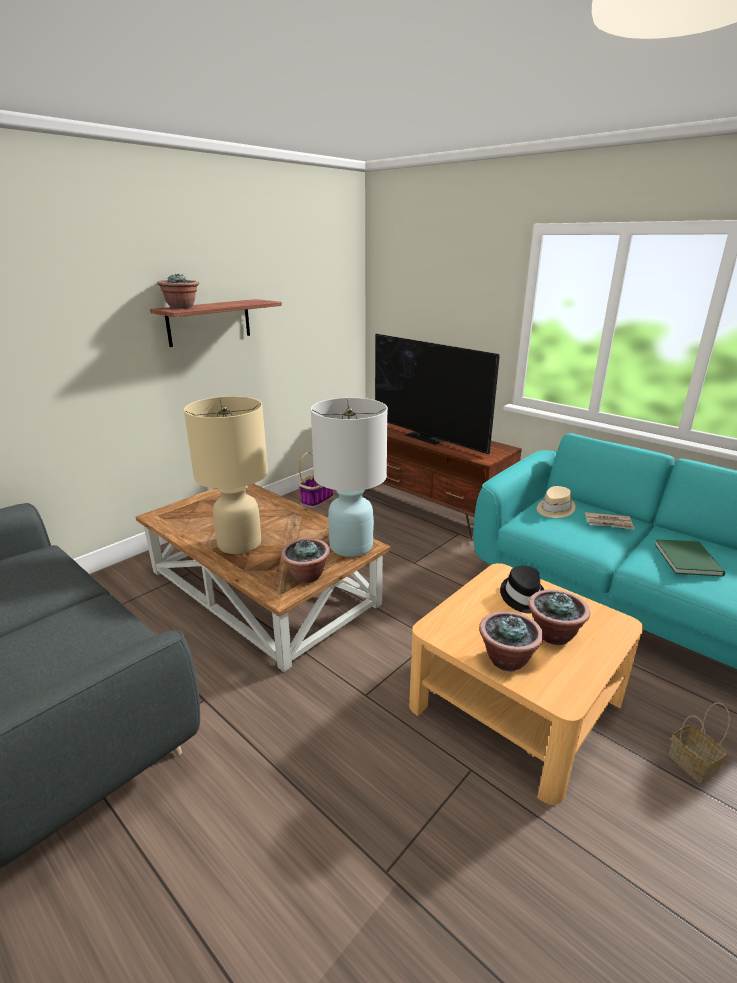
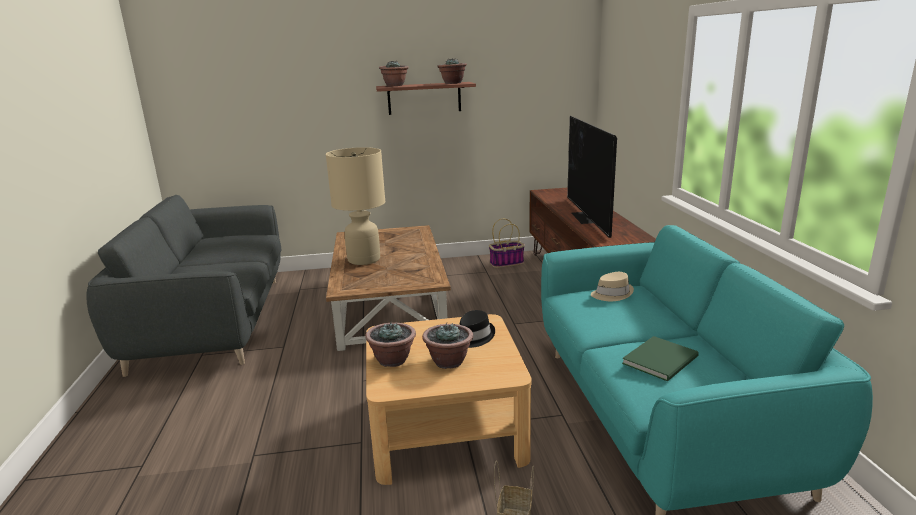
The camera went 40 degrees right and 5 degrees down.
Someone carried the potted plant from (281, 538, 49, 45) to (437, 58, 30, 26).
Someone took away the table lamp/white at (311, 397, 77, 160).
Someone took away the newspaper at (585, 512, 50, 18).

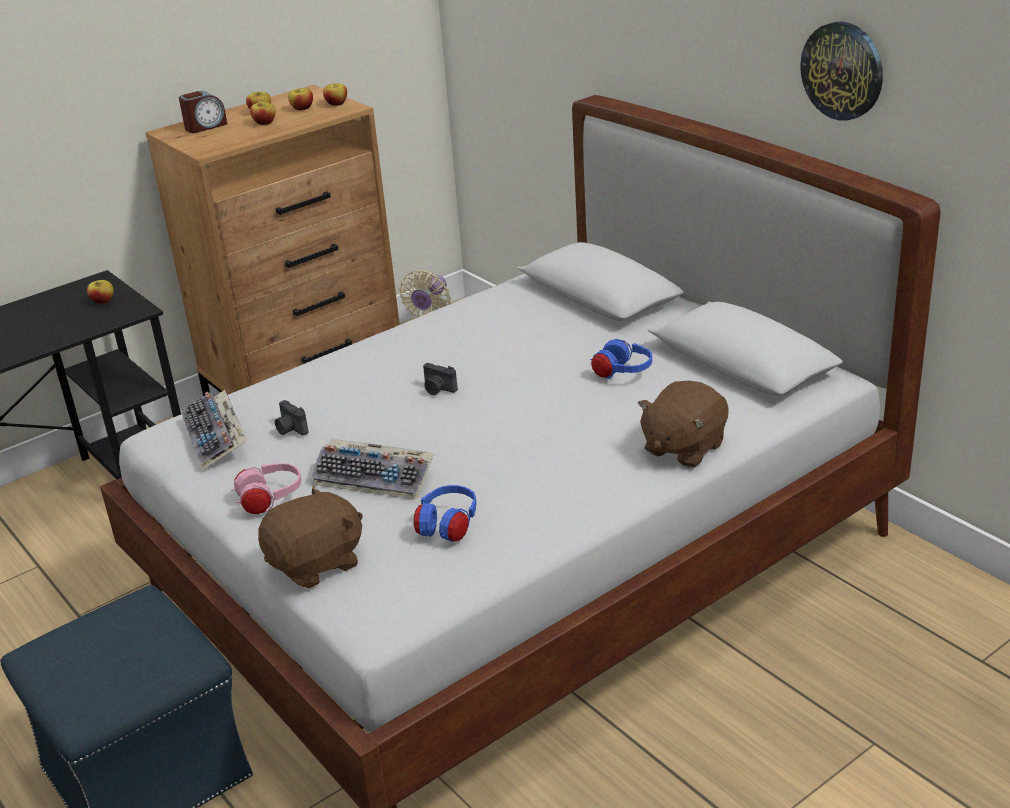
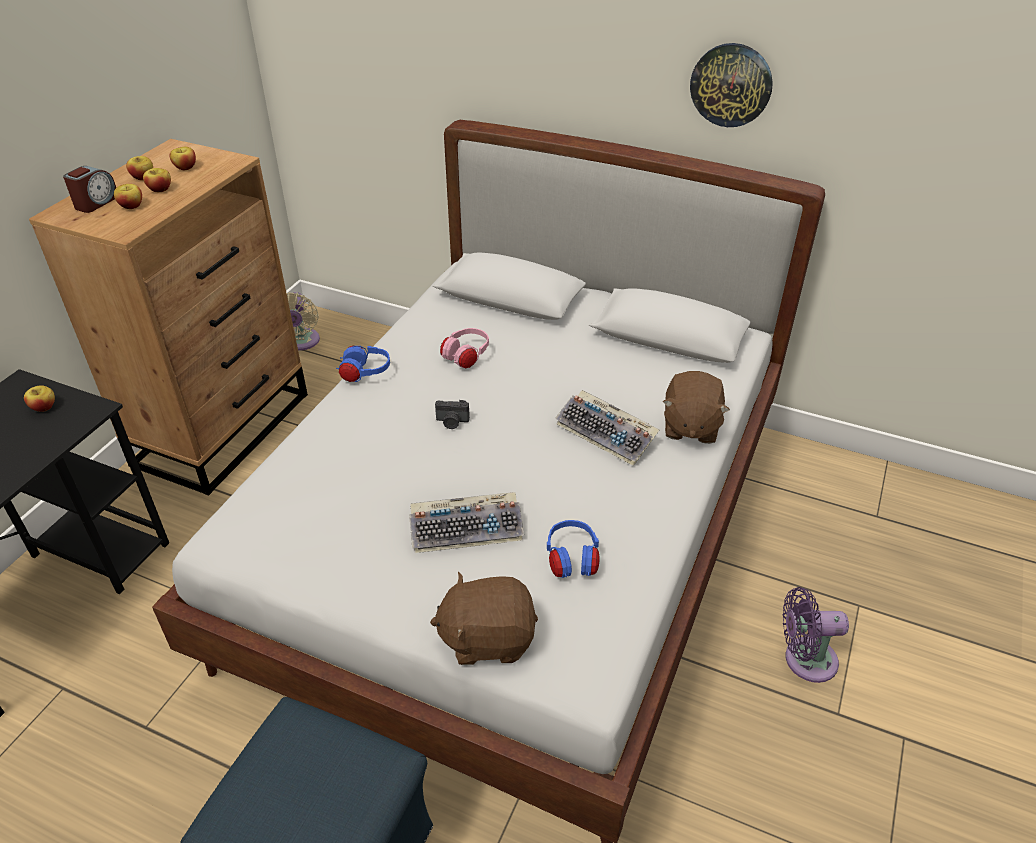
The camera went 30 degrees left and 10 degrees up.
Someone carried the apple from (323, 83, 24, 23) to (114, 184, 28, 25).
Someone carried the headphones/blue from (590, 339, 62, 40) to (336, 345, 54, 37).
Someone rotated the plush toy/brown at (258, 485, 105, 103) by 120 degrees counterclockwise.
Someone carried the headphones/pink from (231, 463, 70, 51) to (440, 328, 49, 40).
Someone carried the keyboard from (181, 390, 66, 80) to (555, 390, 104, 76).
Someone put down the fan/purple at (783, 587, 66, 96).
Someone took away the photo camera at (275, 400, 34, 35).

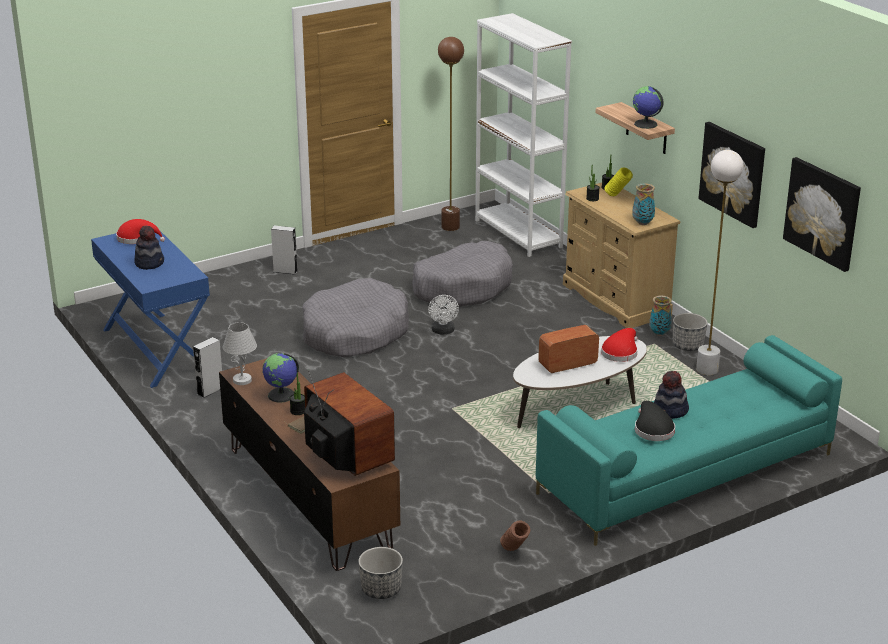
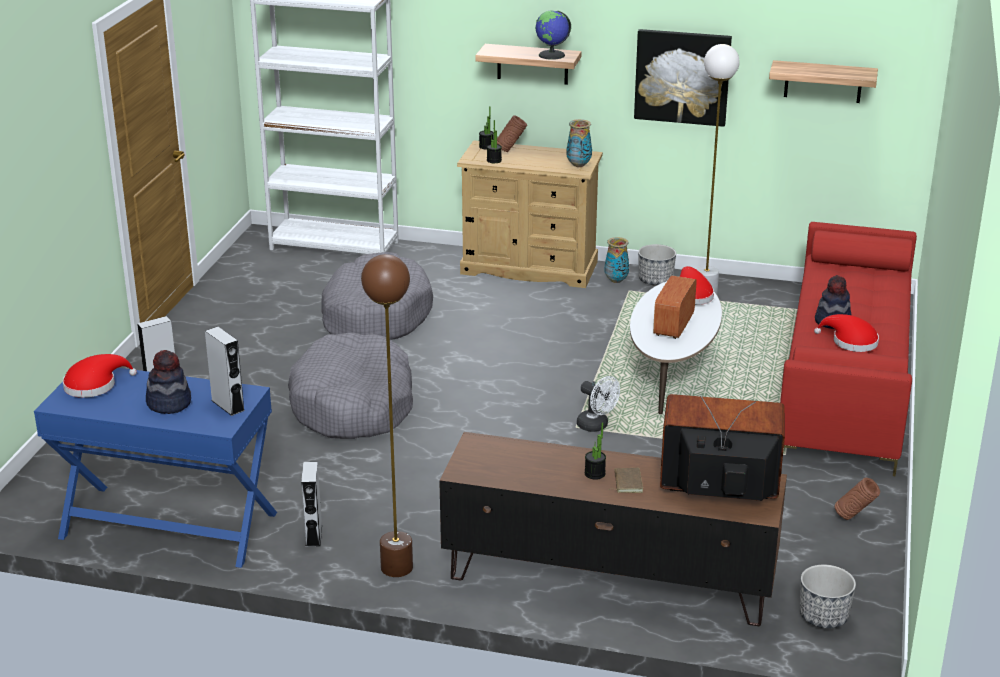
The camera went 45 degrees left and 0 degrees up.
Someone put down the speaker/grey at (205, 326, 40, 90).
Someone carried the floor lamp/brown from (438, 37, 26, 194) to (361, 254, 52, 323).
Someone repainted the vase/yellow at (604, 167, 29, 29), which became the vase/brown at (497, 115, 30, 37).
Someone carried the fan/white from (428, 295, 31, 39) to (577, 376, 43, 56).
Someone swapped the picture at (783, 157, 78, 115) for the shelf at (769, 60, 109, 43).
Someone repainted the sofa/turquoise at (536, 335, 306, 211), which became the sofa/red at (780, 222, 137, 254).
Someone repainted the hat/black at (635, 401, 40, 40), which became the hat/red at (814, 314, 65, 38).
Someone took away the table lamp/white at (223, 322, 34, 63).
Someone took away the globe at (262, 353, 37, 49).

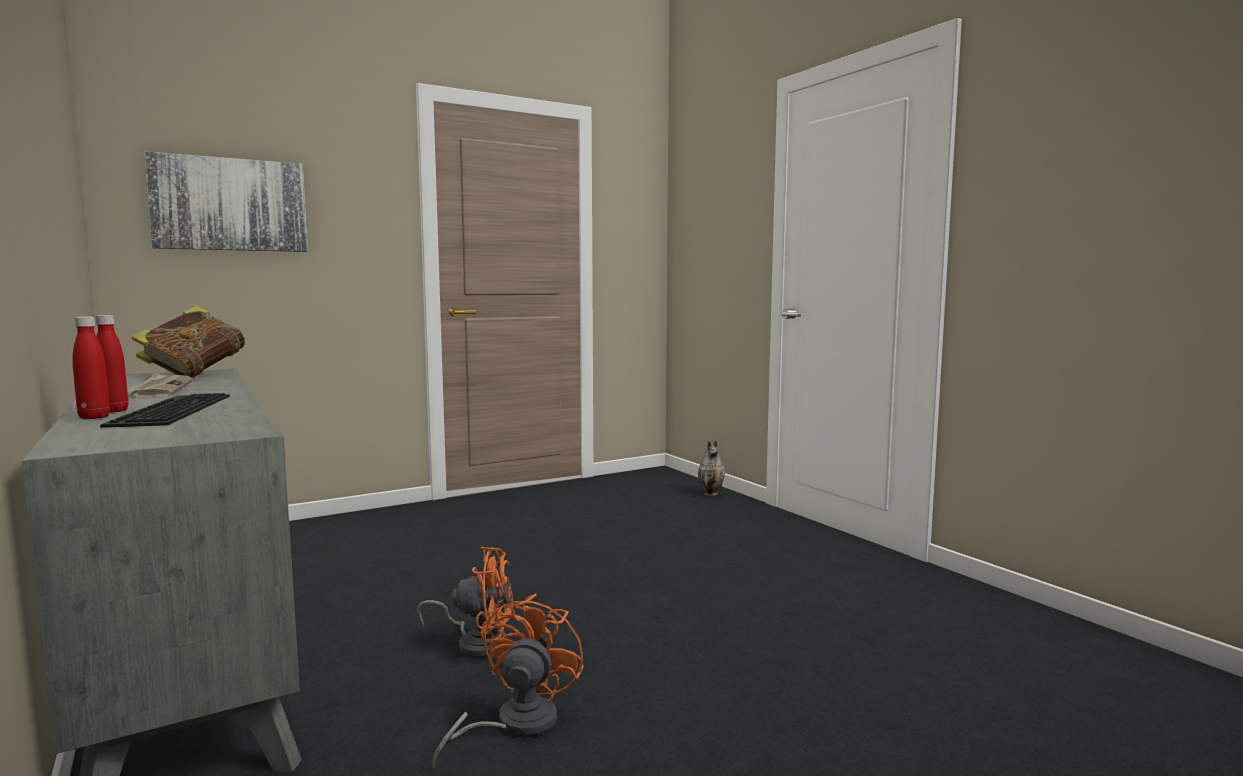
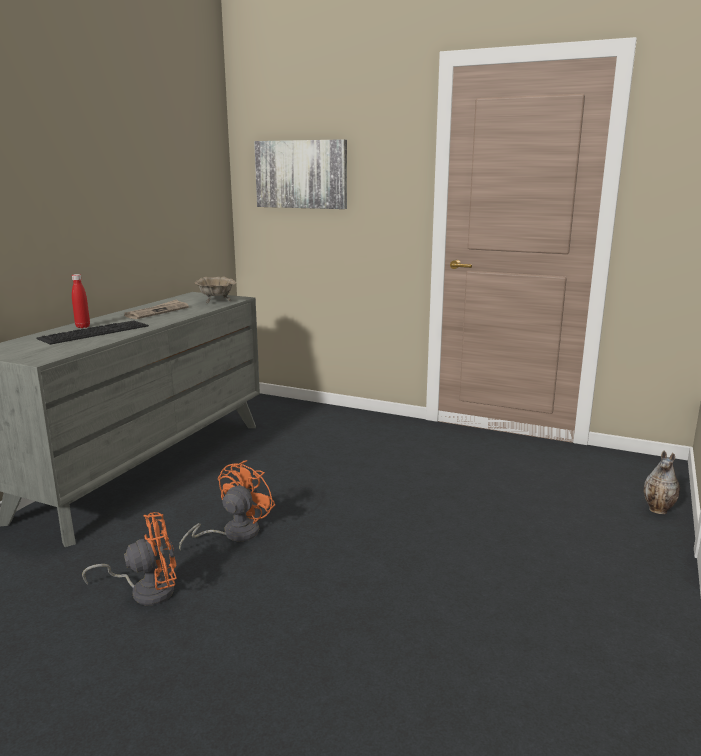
The camera went 55 degrees right and 10 degrees up.
Someone rotated the fan/orange at (417, 547, 96, 111) by 120 degrees counterclockwise.
Someone swapped the book at (132, 306, 113, 72) for the bowl/beige at (195, 276, 42, 27).
Someone took away the bottle/red at (72, 316, 38, 103).

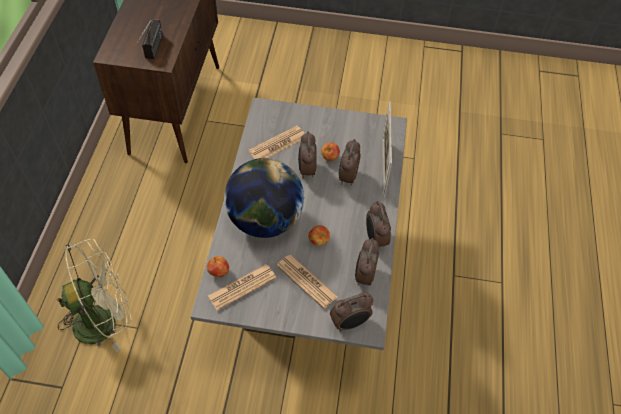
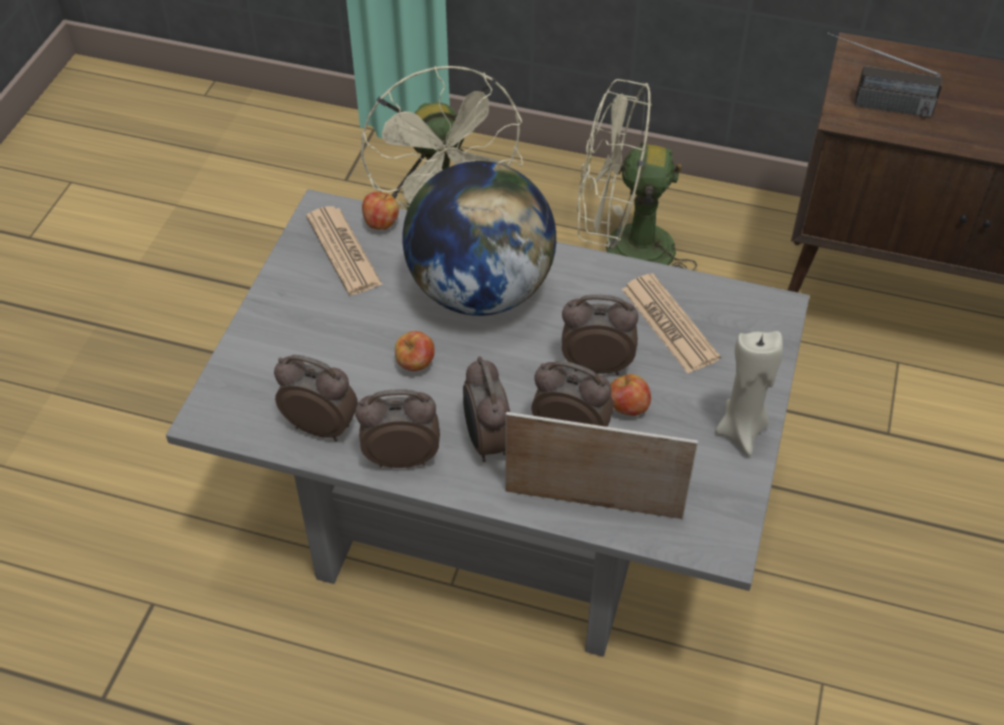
The camera went 100 degrees right and 5 degrees down.
Someone carried the alarm clock from (330, 292, 43, 40) to (463, 356, 47, 106).
Someone put down the fan/beige at (577, 79, 120, 192).
Someone put down the candle/beige at (715, 331, 68, 125).
Someone took away the newspaper at (277, 255, 61, 54).

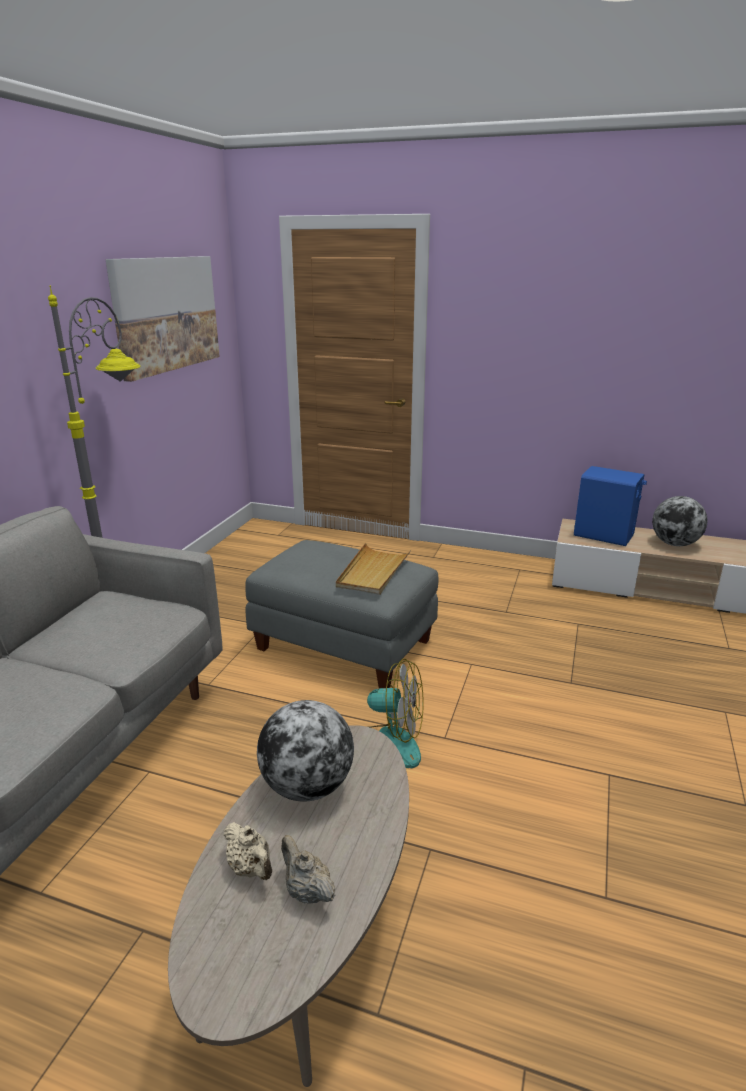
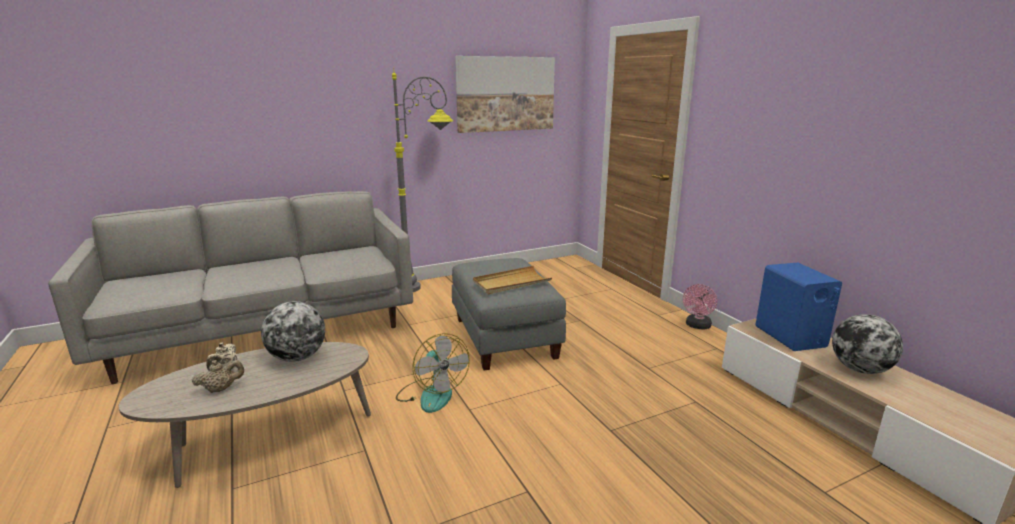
The camera went 45 degrees right and 5 degrees down.
Someone rotated the teapot/beige at (281, 835, 54, 69) by 60 degrees clockwise.
Someone put down the fan/pink at (683, 284, 34, 46).

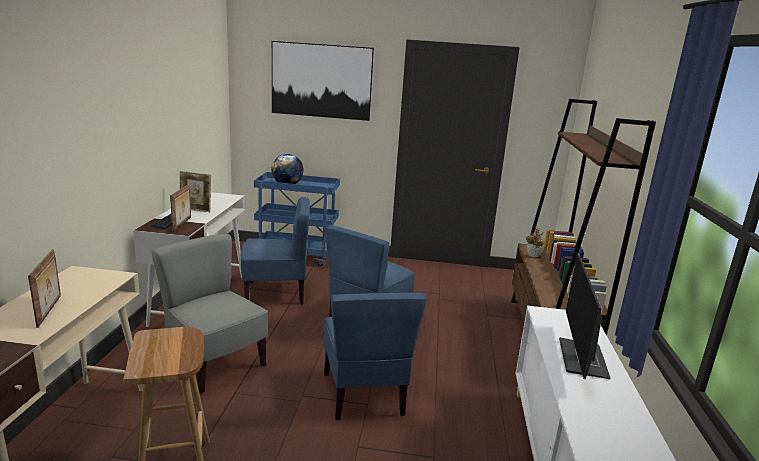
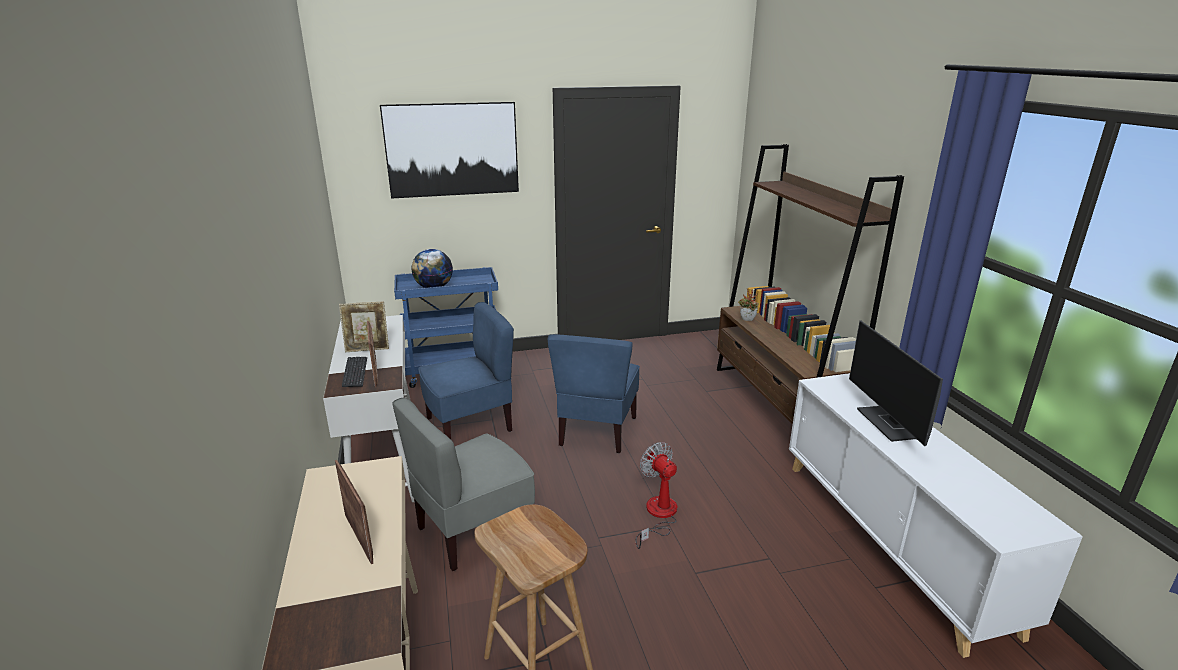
The camera went 20 degrees left and 5 degrees up.
Someone rotated the chair/grey at (151, 234, 117, 159) by 60 degrees counterclockwise.
Someone swapped the chair/blue at (324, 293, 103, 127) for the fan at (636, 442, 41, 107).

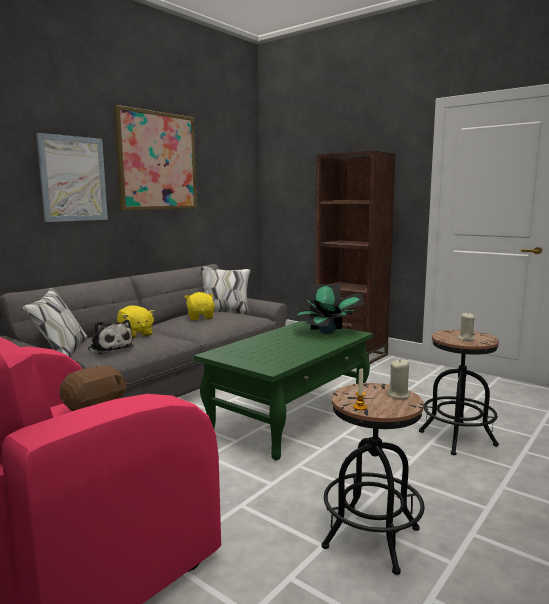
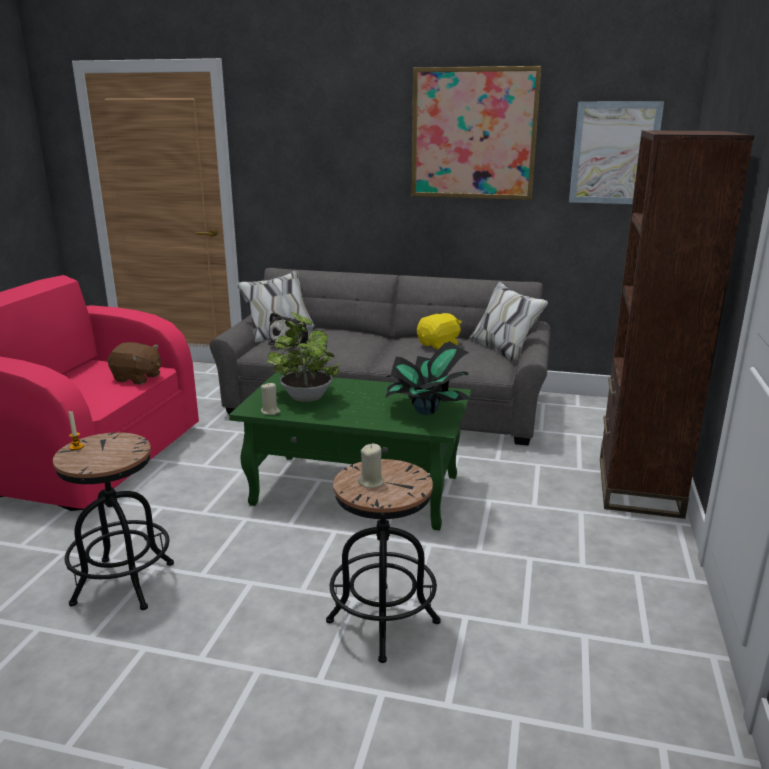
The camera went 65 degrees right and 10 degrees up.
Someone carried the candle/beige from (386, 359, 25, 40) to (261, 382, 20, 33).
Someone put down the potted plant at (267, 312, 75, 90).
Someone carried the picture from (36, 133, 72, 89) to (569, 101, 95, 103).
Someone took away the plush toy/yellow at (117, 305, 38, 33).

